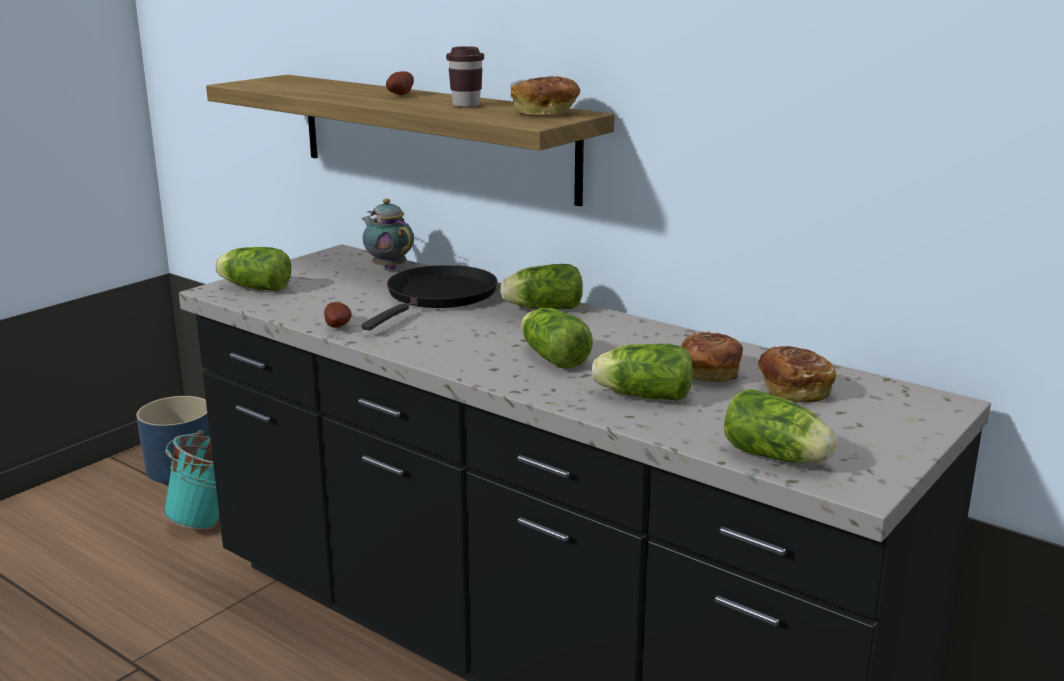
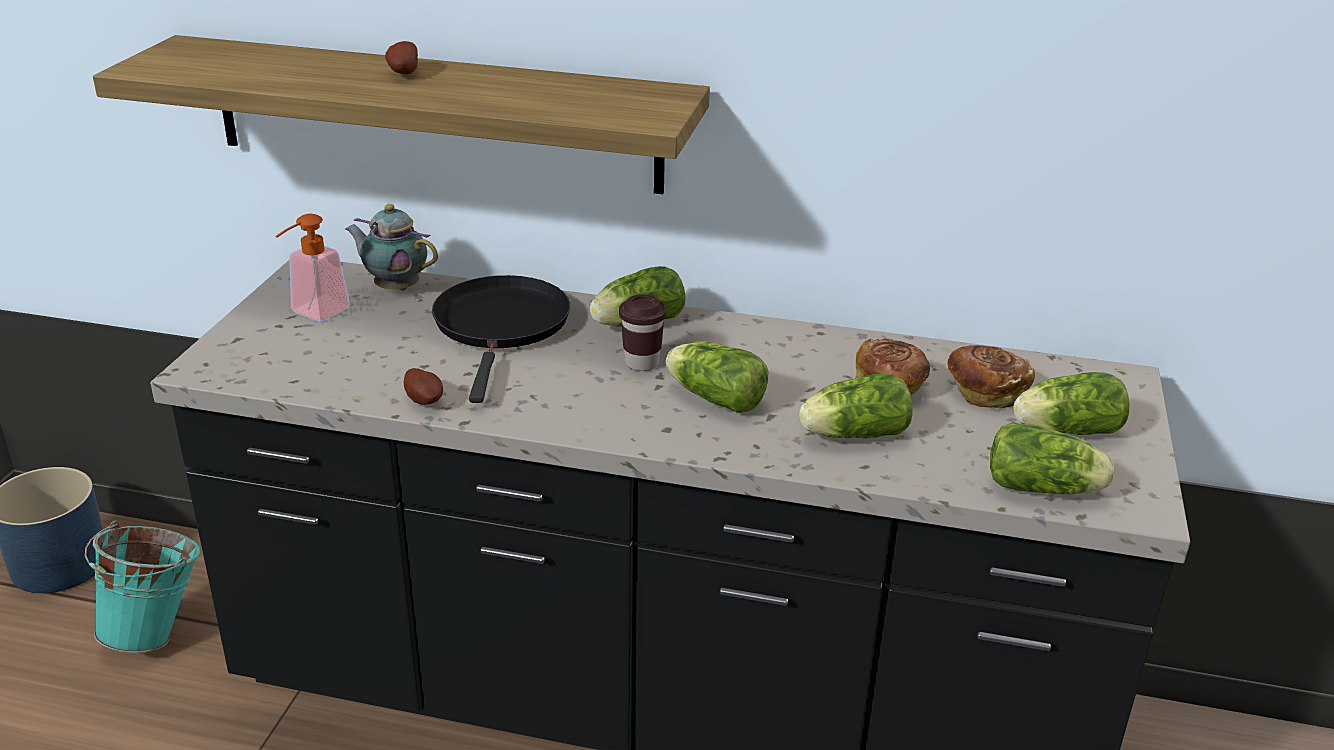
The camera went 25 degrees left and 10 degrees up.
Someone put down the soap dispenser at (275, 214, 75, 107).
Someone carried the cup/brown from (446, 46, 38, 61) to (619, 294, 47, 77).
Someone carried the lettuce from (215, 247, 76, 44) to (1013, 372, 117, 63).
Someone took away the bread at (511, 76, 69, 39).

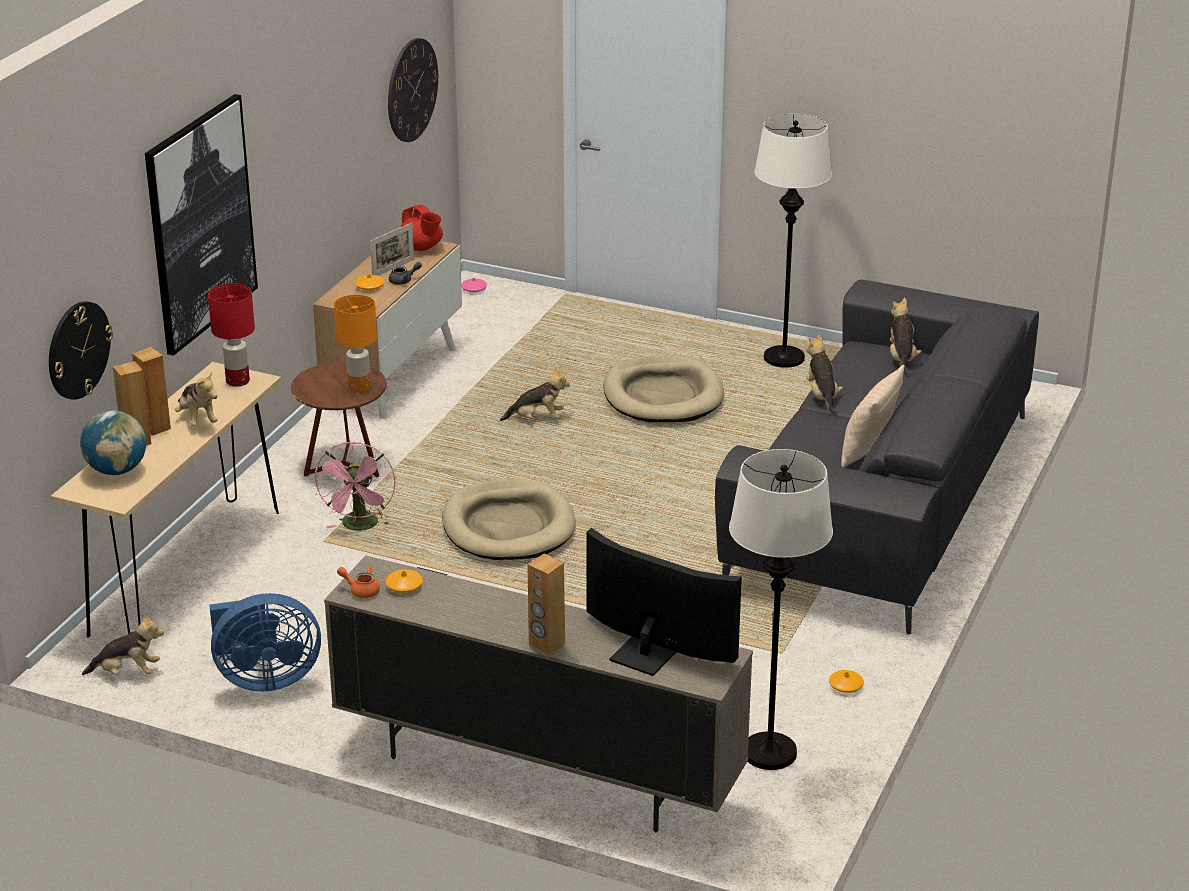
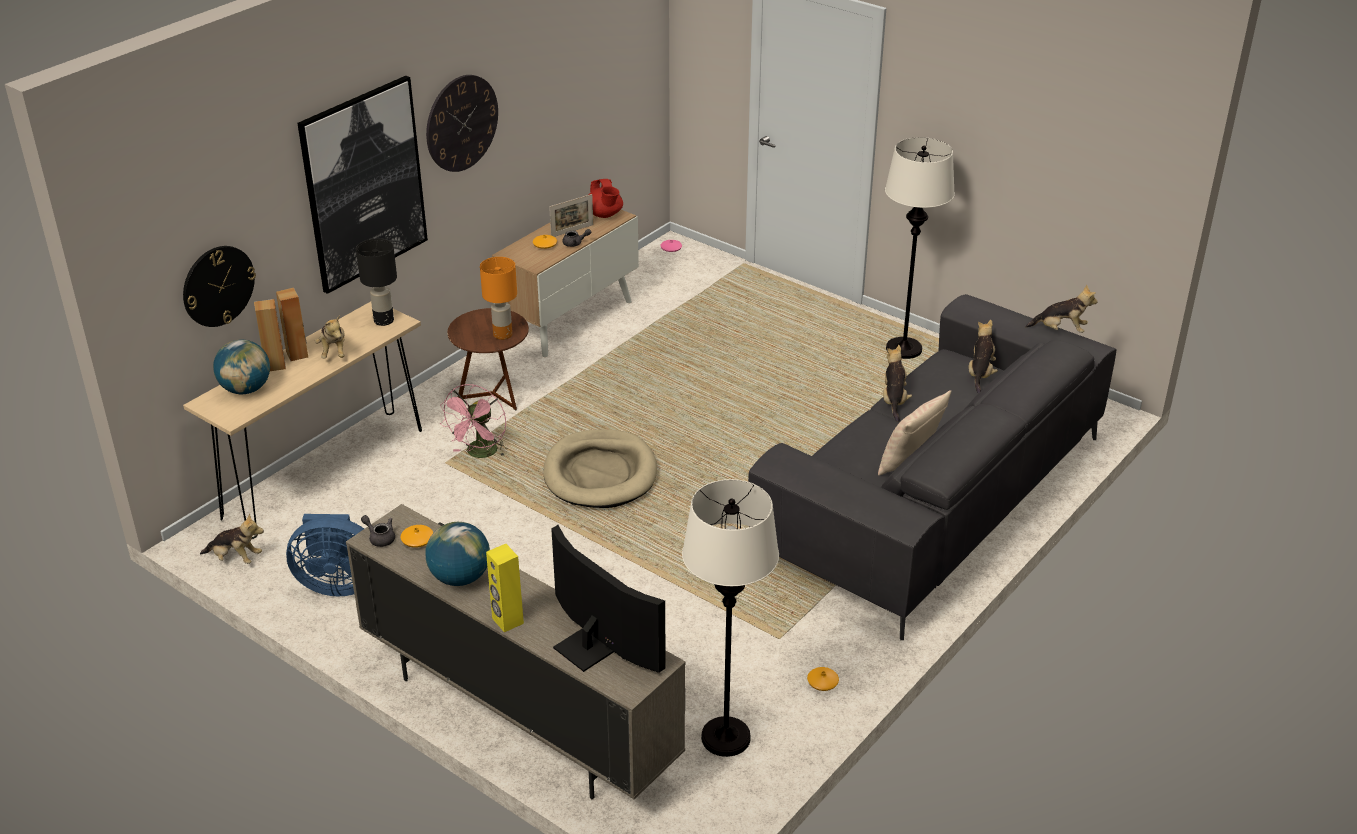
The camera went 15 degrees right and 5 degrees up.
Someone repainted the table lamp/red at (208, 283, 47, 104), which became the table lamp/black at (356, 239, 41, 87).
Someone repainted the teapot/orange at (337, 566, 43, 32), which became the teapot/grey at (361, 515, 34, 32).
Someone put down the globe at (425, 522, 65, 64).
Someone carried the wall clock from (388, 38, 50, 104) to (426, 75, 72, 97).
Someone repainted the speaker/brown at (527, 554, 38, 101), which became the speaker/yellow at (486, 544, 38, 88).
Someone carried the plush toy from (500, 367, 70, 54) to (1025, 284, 73, 49).
Someone took away the dog bed/beige at (603, 355, 121, 67).

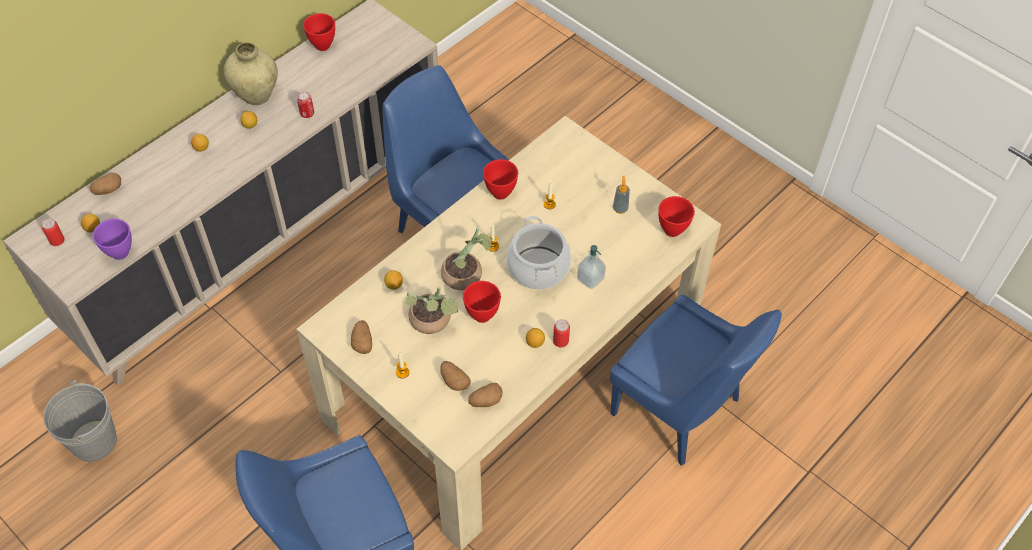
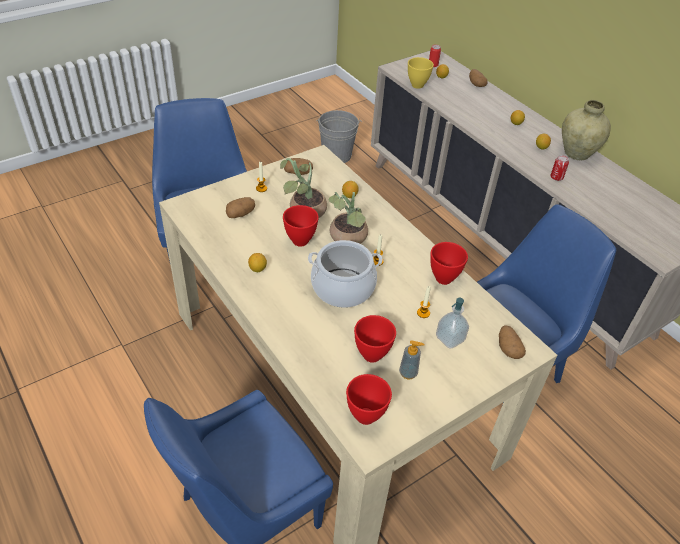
The camera went 100 degrees right and 10 degrees down.
Someone carried the bowl/red from (303, 13, 32, 38) to (354, 315, 42, 48).
Someone repainted the bowl/purple at (93, 219, 39, 41), which became the bowl/yellow at (408, 57, 26, 32).
Someone carried the soap dispenser from (577, 245, 29, 44) to (436, 298, 33, 51).
Someone carried the potato from (468, 383, 34, 24) to (499, 325, 27, 34).
Someone took away the can at (553, 319, 17, 28).

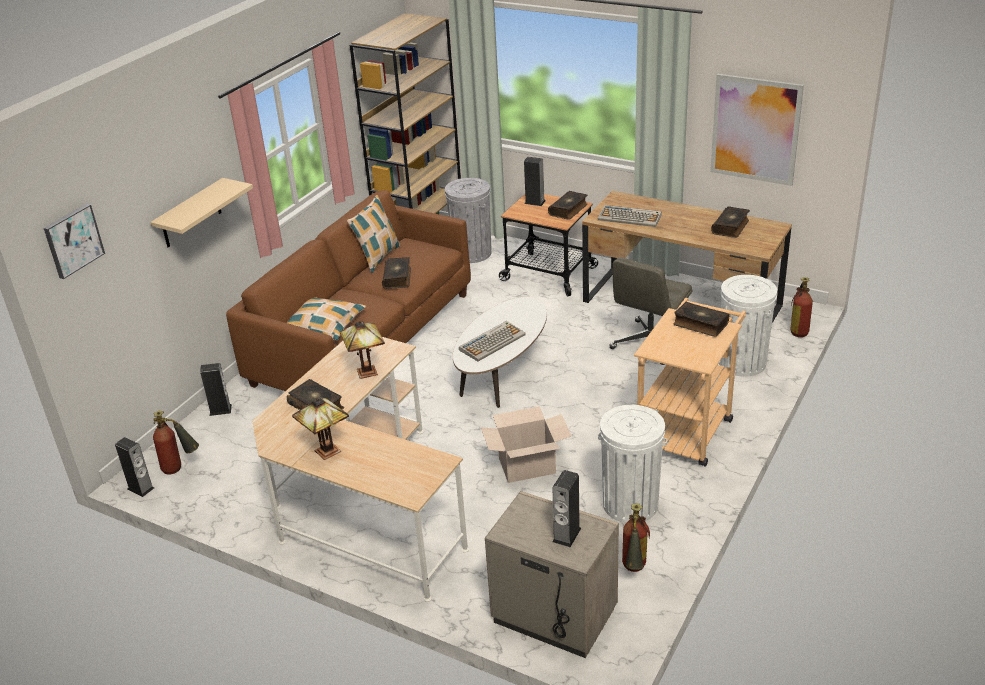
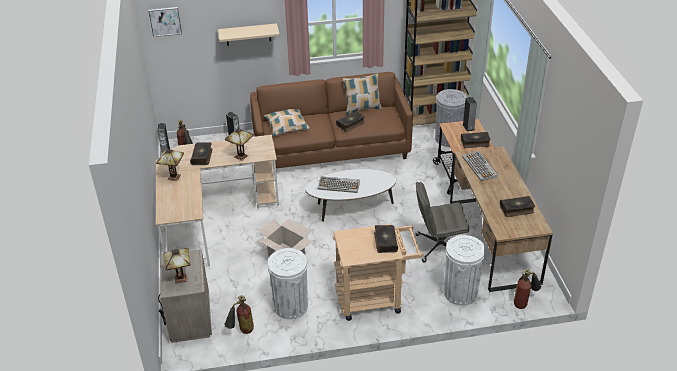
The camera went 50 degrees right and 5 degrees up.
Someone swapped the speaker at (552, 470, 29, 77) for the table lamp at (164, 248, 27, 36).
Someone took away the picture at (710, 74, 94, 112).

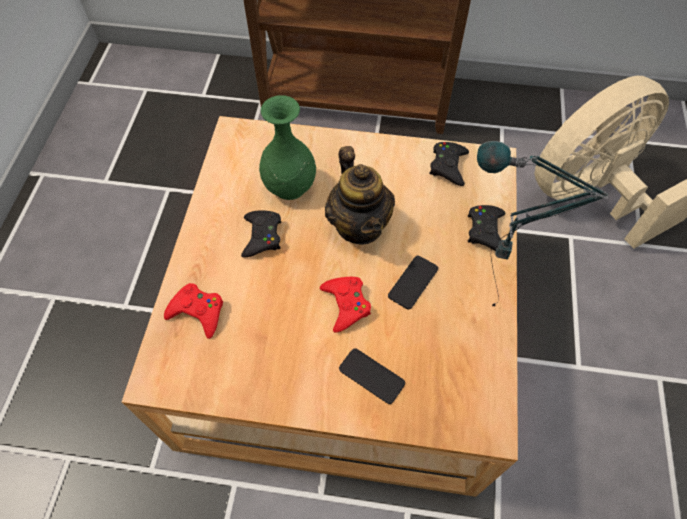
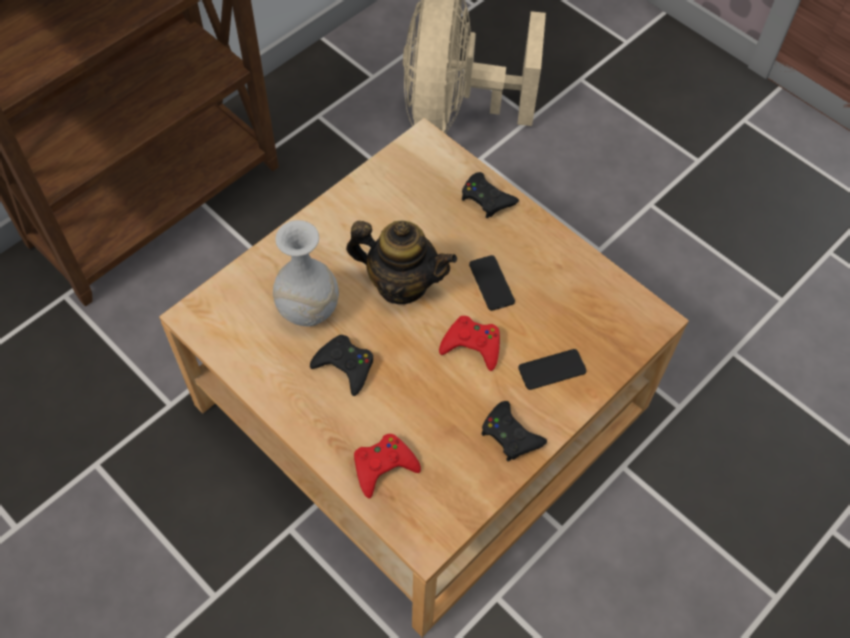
The camera went 55 degrees left and 0 degrees up.
Someone repainted the vase/green at (259, 95, 57, 105), which became the vase/white at (273, 220, 66, 106).
Someone carried the game controller/black from (429, 142, 40, 44) to (481, 401, 66, 61).
Someone took away the table lamp at (477, 141, 132, 165).

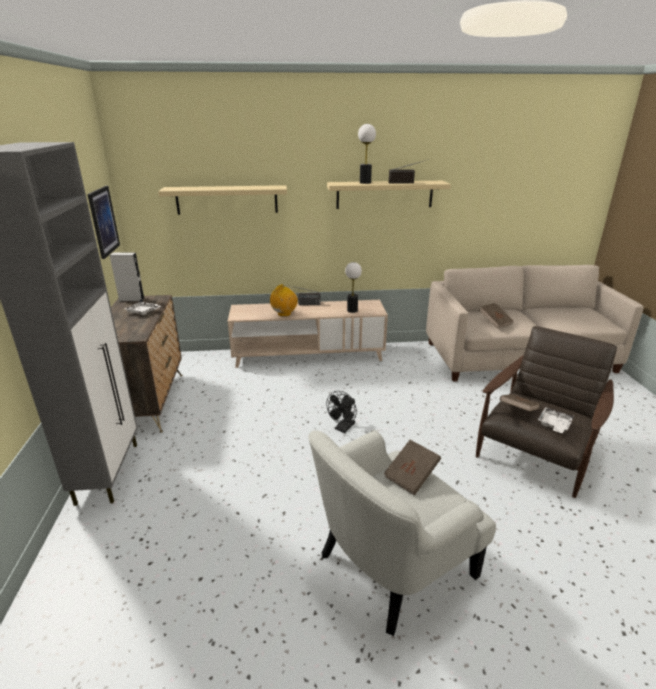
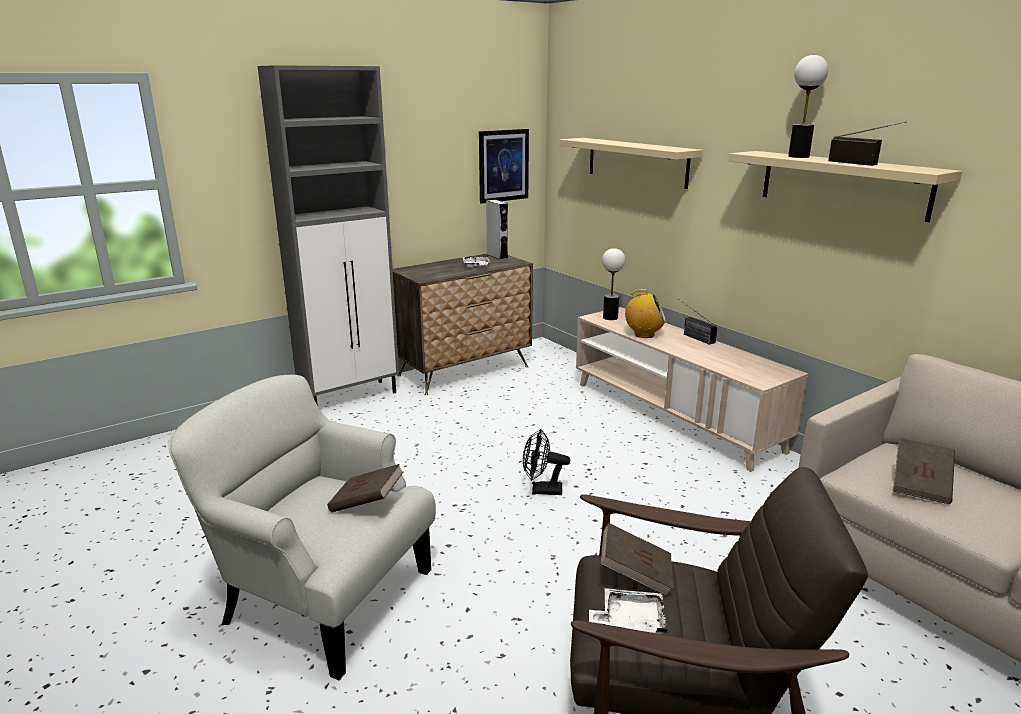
The camera went 60 degrees right and 5 degrees down.
Someone carried the table lamp from (345, 262, 17, 51) to (602, 248, 23, 72).

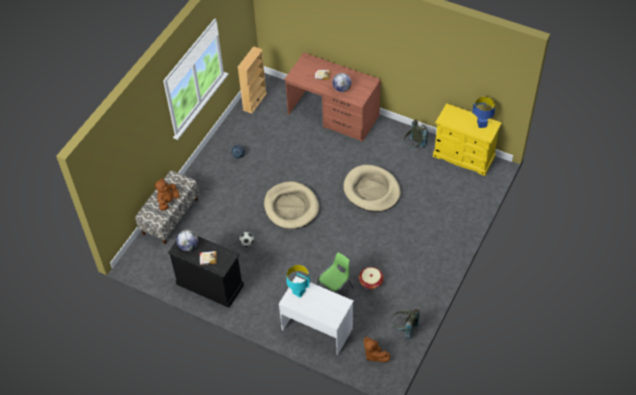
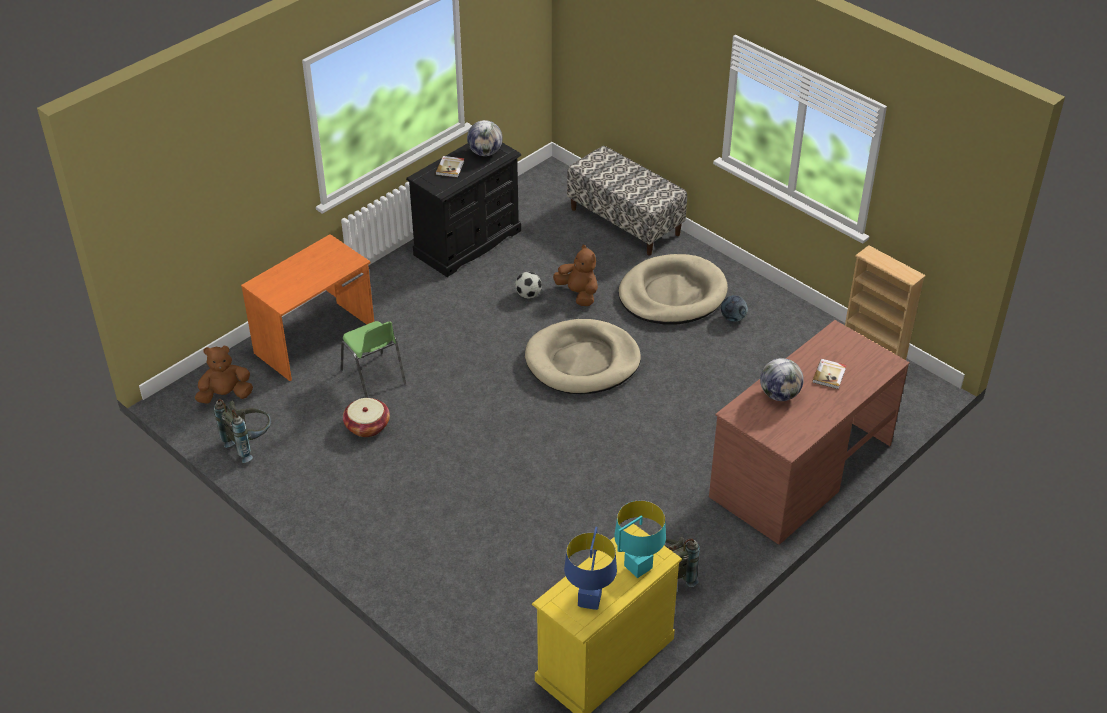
The camera went 105 degrees right and 10 degrees down.
Someone repainted the desk/white at (279, 276, 75, 79), which became the desk/orange at (241, 234, 133, 147).
Someone carried the plush toy/brown from (154, 178, 26, 33) to (553, 244, 45, 62).
Someone carried the table lamp/turquoise from (286, 265, 24, 33) to (614, 501, 52, 77).
Someone carried the dog bed/beige from (343, 165, 58, 47) to (619, 254, 109, 71).

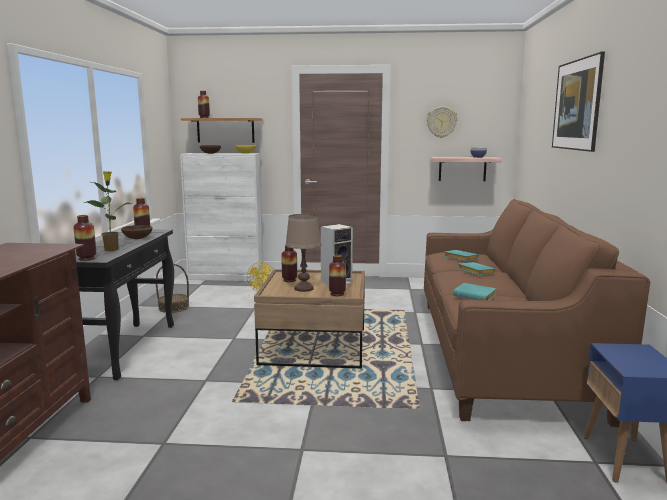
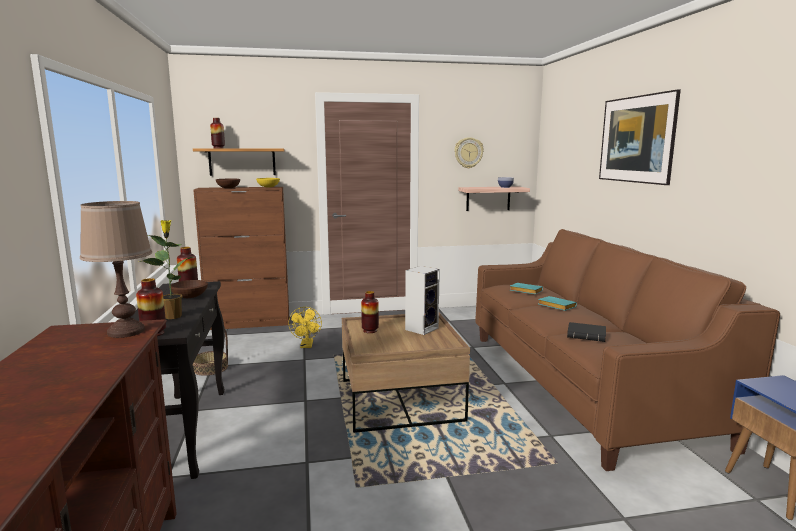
The camera went 15 degrees left and 0 degrees up.
Someone carried the table lamp/brown from (285, 214, 36, 78) to (80, 201, 72, 137).
Someone repainted the cabinet/white at (180, 153, 84, 128), which became the cabinet/brown at (193, 187, 96, 143).
Someone repainted the book/turquoise at (453, 283, 43, 17), which became the book/black at (567, 322, 39, 20).
Someone took away the vase at (329, 255, 17, 41).

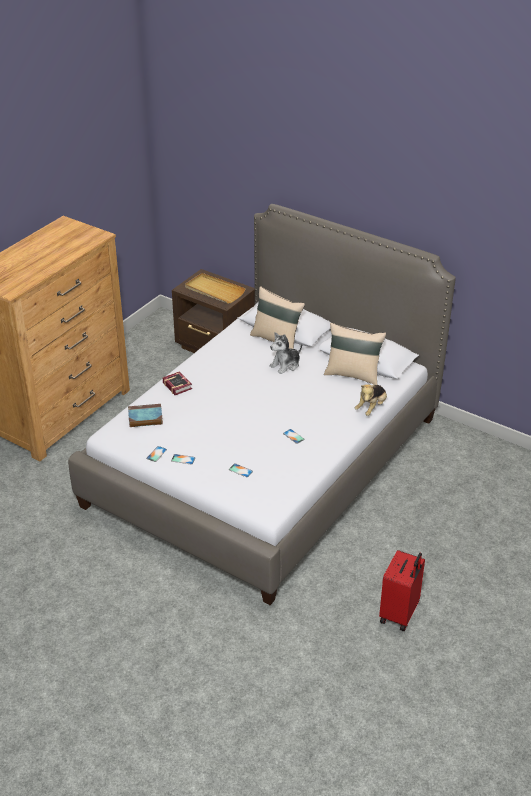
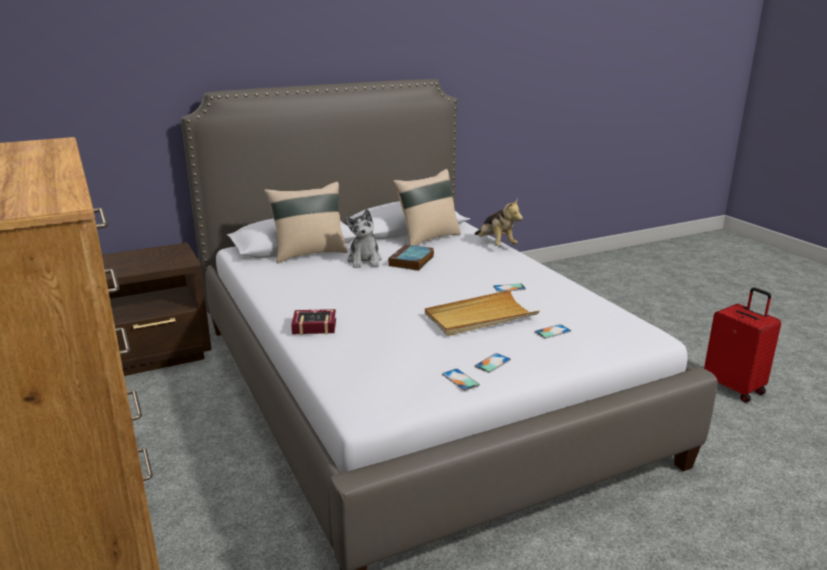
The camera went 60 degrees left and 15 degrees down.
Someone carried the book from (128, 404, 35, 23) to (388, 244, 46, 27).
Someone carried the tray/beige from (185, 273, 61, 30) to (425, 290, 114, 46).

